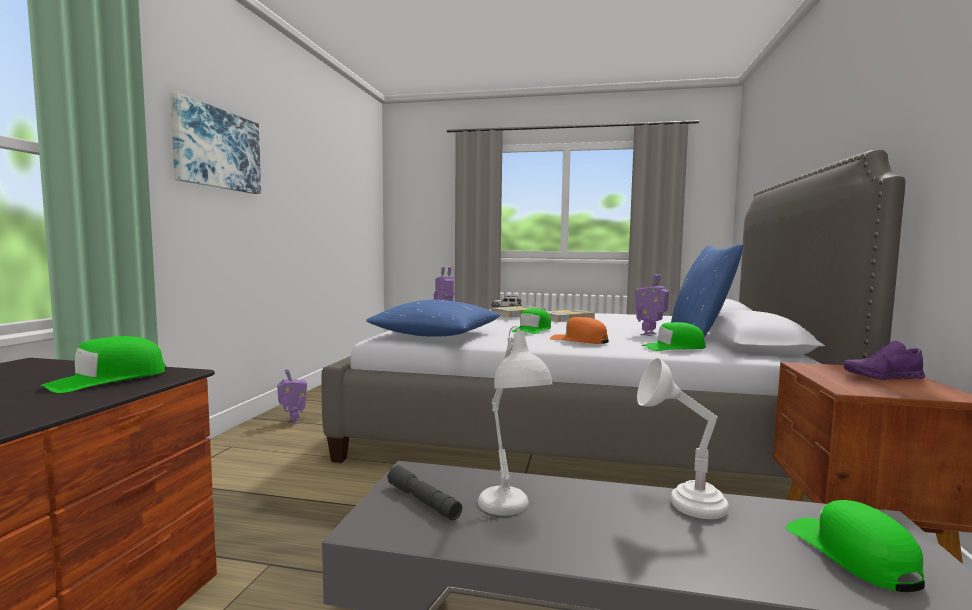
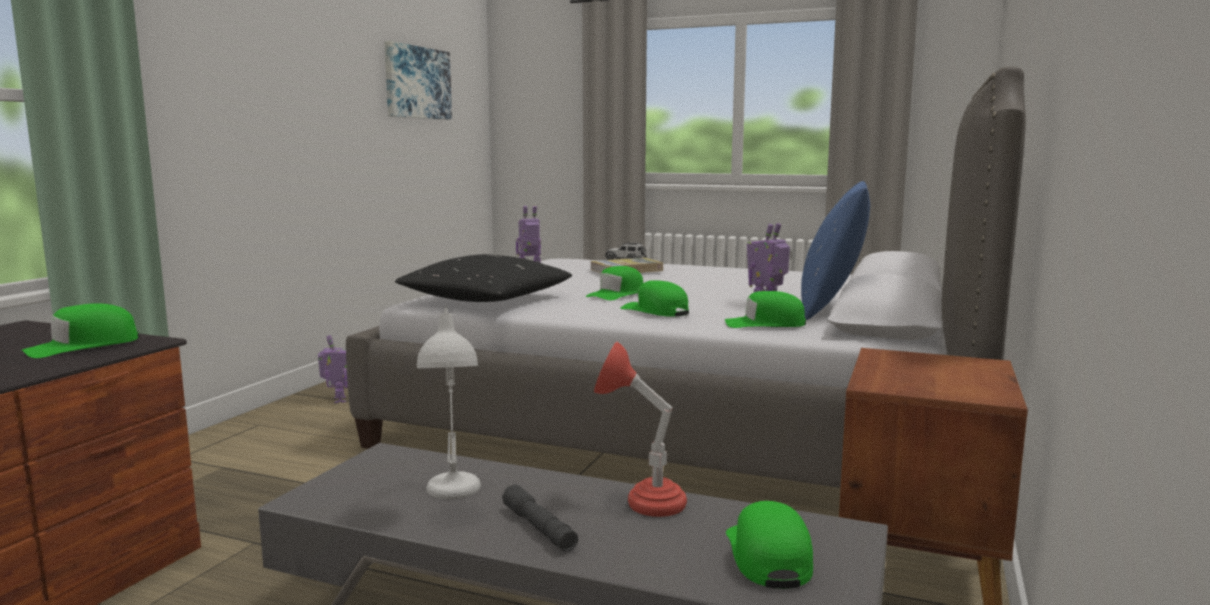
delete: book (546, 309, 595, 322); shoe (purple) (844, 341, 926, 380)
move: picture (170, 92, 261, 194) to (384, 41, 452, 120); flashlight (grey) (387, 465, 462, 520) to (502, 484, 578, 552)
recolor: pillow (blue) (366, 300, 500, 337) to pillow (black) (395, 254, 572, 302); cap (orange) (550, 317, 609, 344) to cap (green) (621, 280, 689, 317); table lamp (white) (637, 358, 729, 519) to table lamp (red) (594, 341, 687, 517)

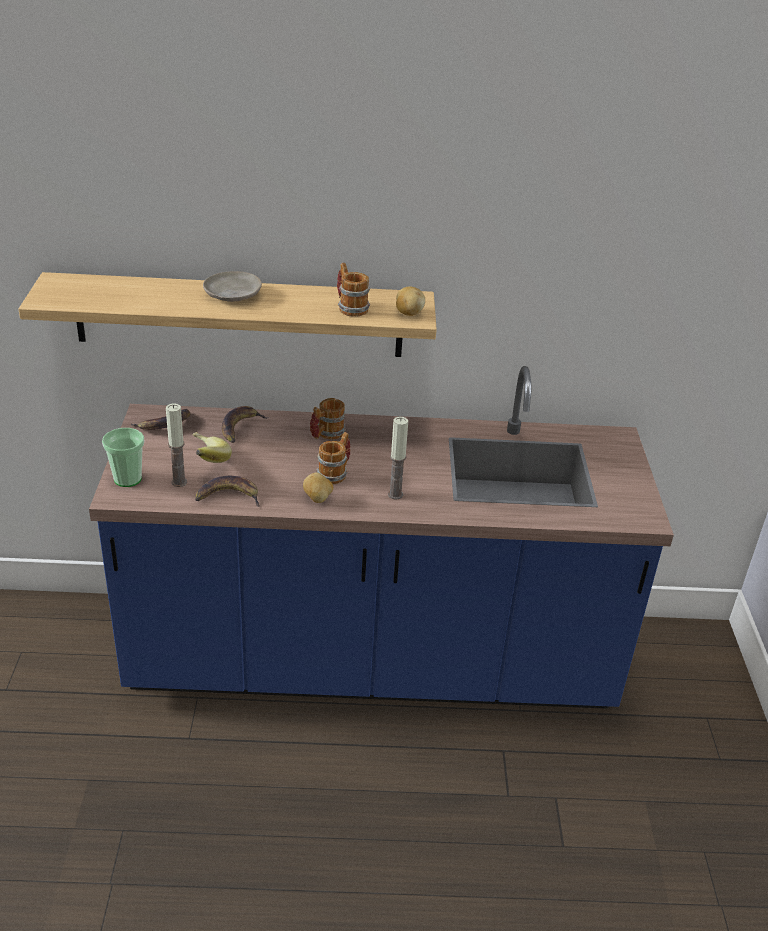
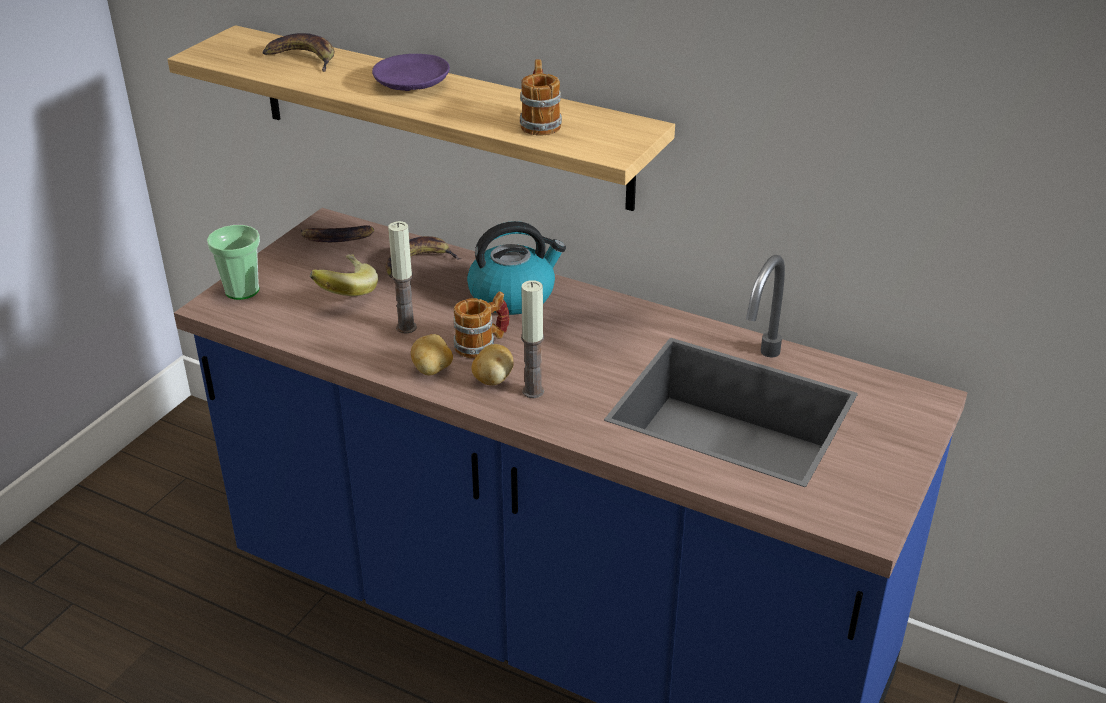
move: candle (166, 404, 187, 487) to (388, 221, 417, 334); banana (195, 476, 260, 507) to (263, 33, 334, 72); potato (396, 287, 425, 316) to (472, 344, 514, 385)
replace: mug (310, 398, 346, 440) to kettle (467, 221, 566, 315)
recolor: plate (beige) (203, 271, 262, 302) to plate (purple) (372, 54, 450, 91)

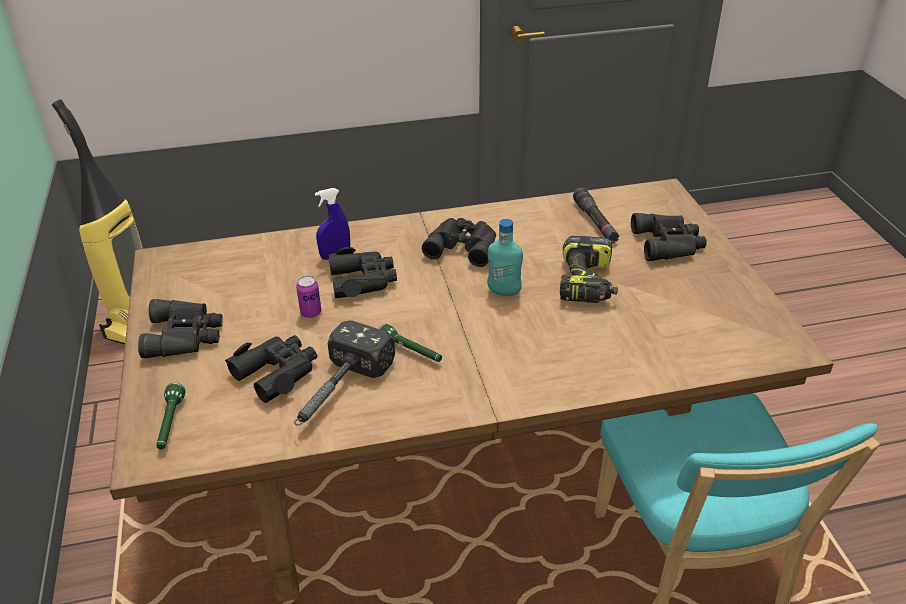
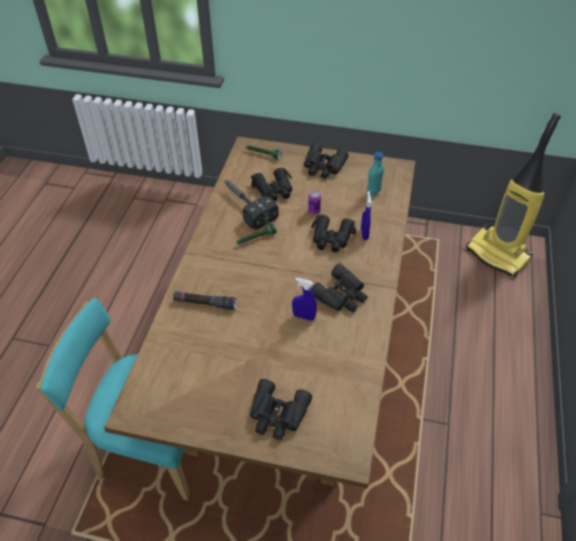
delete: power drill (560, 236, 618, 303)
insert: spray bottle (blue) (292, 278, 317, 321)
move: bottle (turquoise) (487, 219, 523, 296) to (367, 152, 384, 196); flashlight (black) (573, 188, 619, 243) to (173, 291, 237, 310)

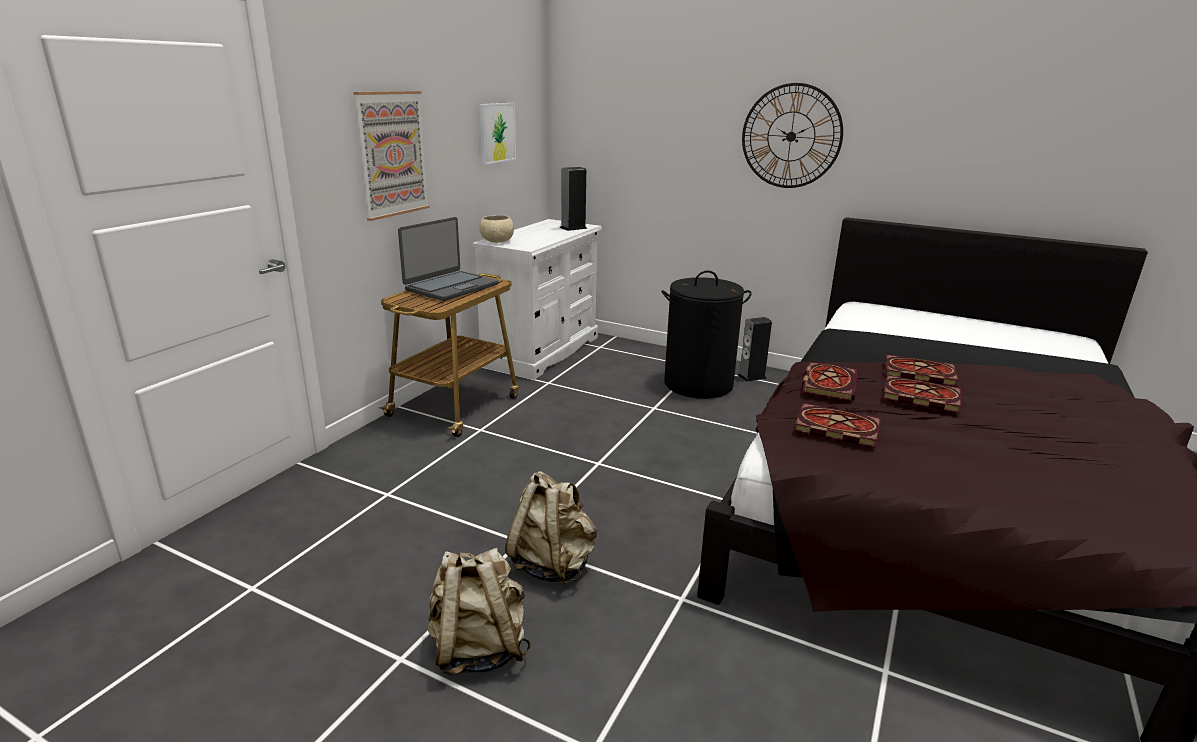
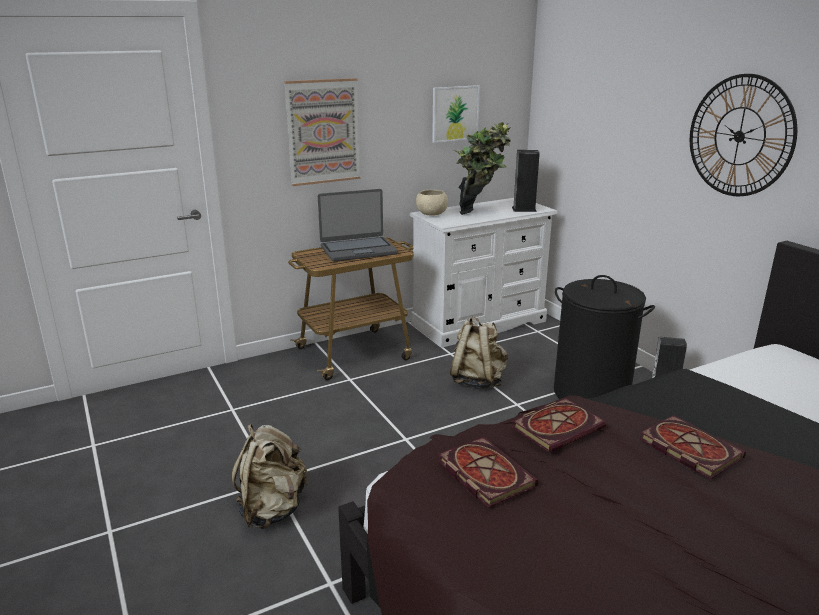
delete: book (882, 375, 961, 413)
insert: potted plant (454, 122, 511, 215)
move: backpack (beige) (427, 548, 531, 676) to (450, 317, 508, 388)

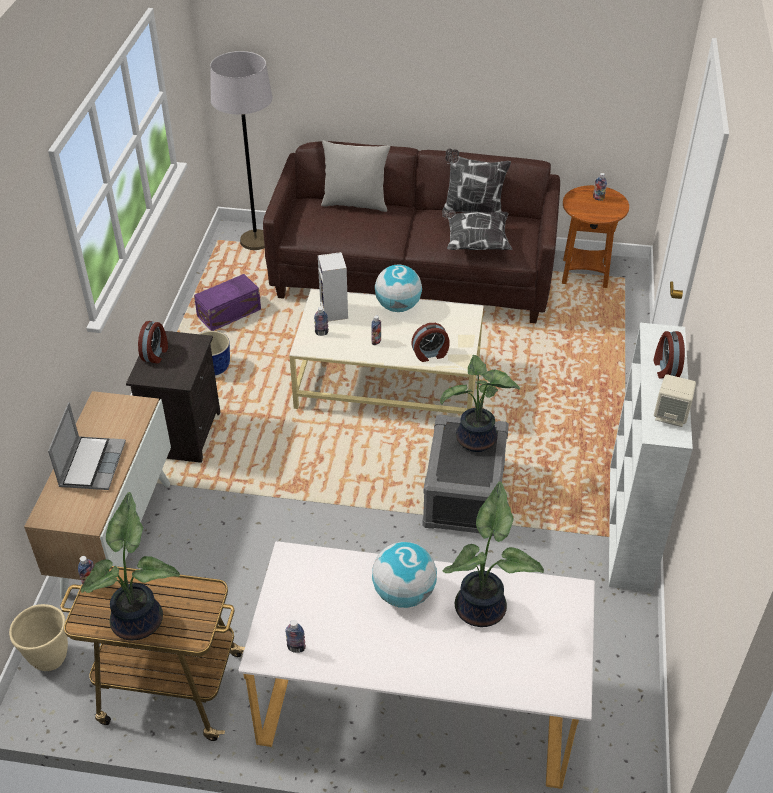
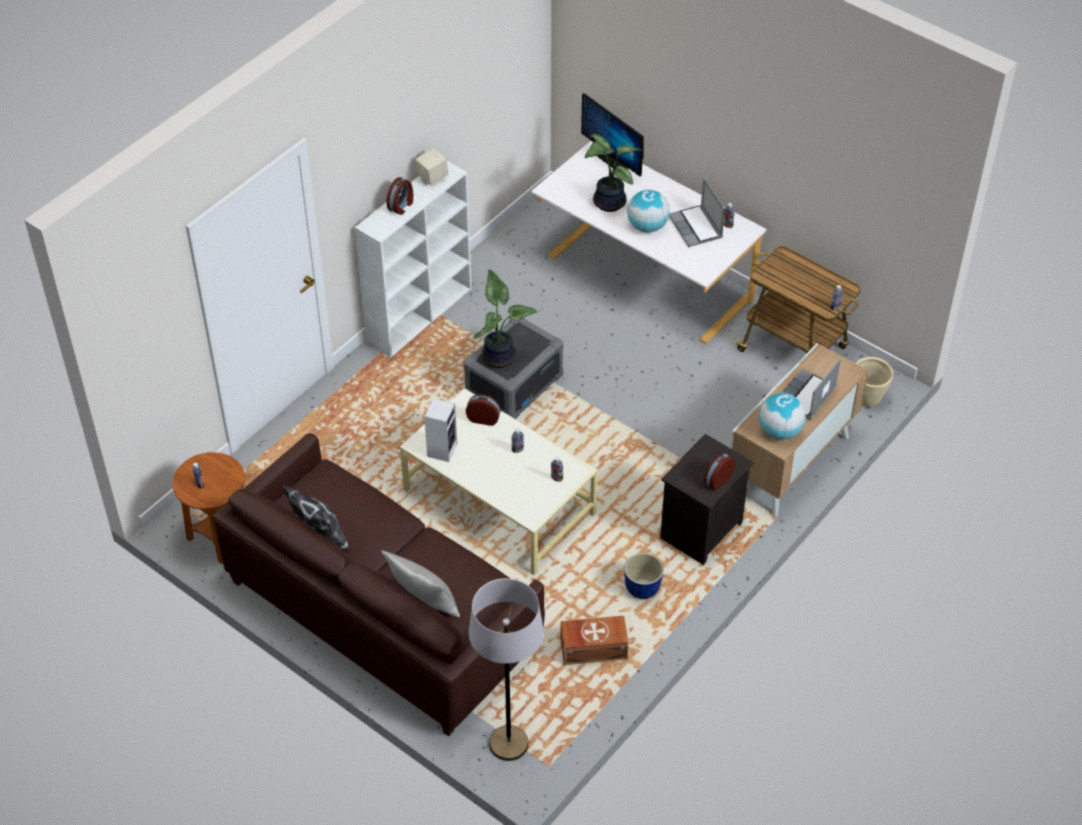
delete: potted plant (81, 492, 180, 640); pillow (442, 210, 512, 250)
insert: monitor (581, 93, 644, 176); laptop (669, 178, 725, 247)
move: speaker (318, 252, 348, 321) to (424, 398, 457, 462); globe (375, 265, 422, 312) to (759, 393, 806, 440)
recolor: storage box (purple) (194, 274, 261, 331) to storage box (brown) (560, 616, 629, 665)

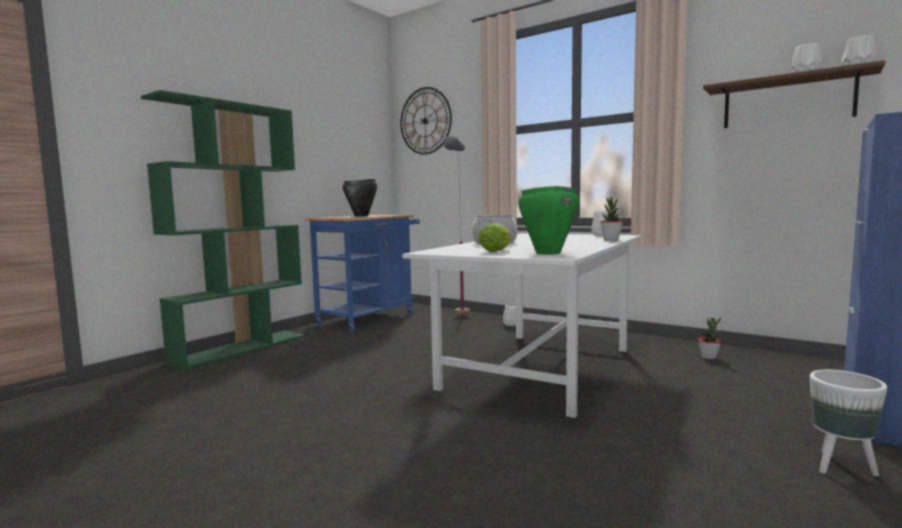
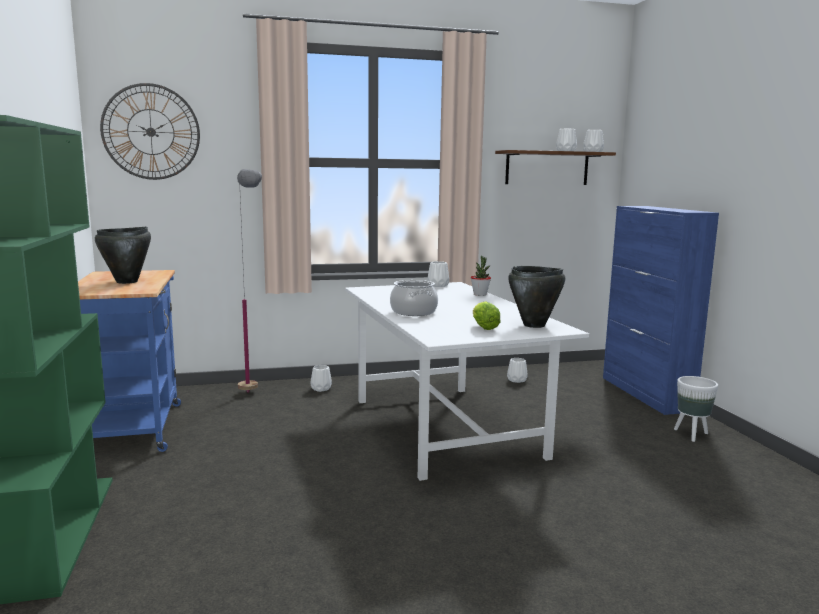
replace: potted plant (698, 318, 721, 359) to vase (white) (507, 358, 528, 383)
recolor: cooking pot (green) (518, 186, 579, 255) to cooking pot (black) (508, 266, 565, 328)

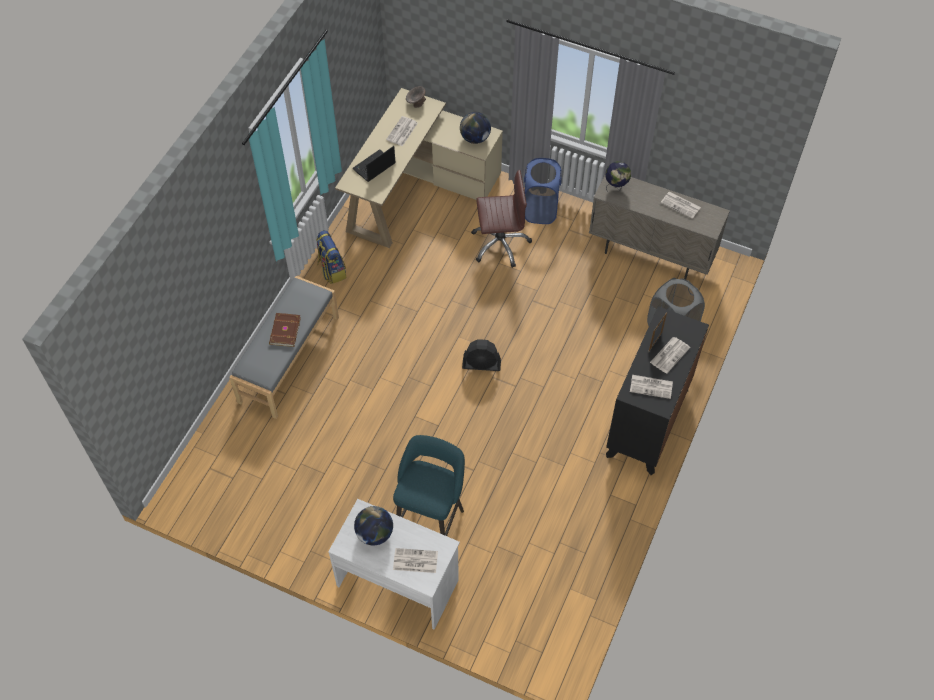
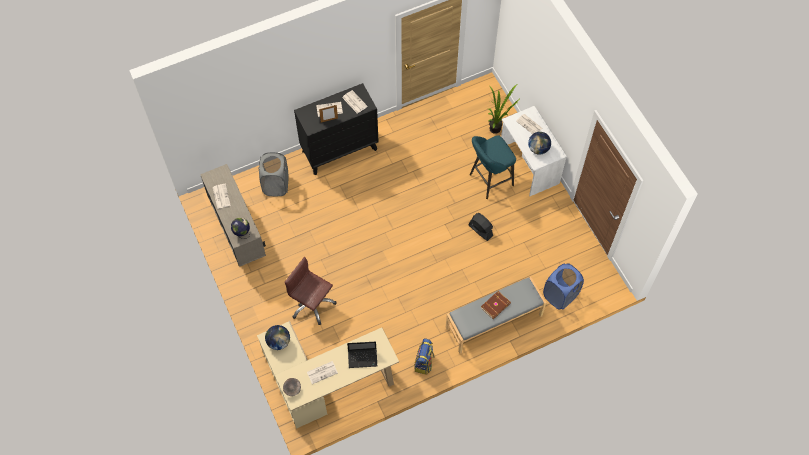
insert: potted plant (488, 85, 519, 134)
move: fan (black) (462, 339, 501, 371) to (469, 213, 493, 241); laundry basket (blue) (524, 158, 562, 224) to (543, 263, 584, 310)

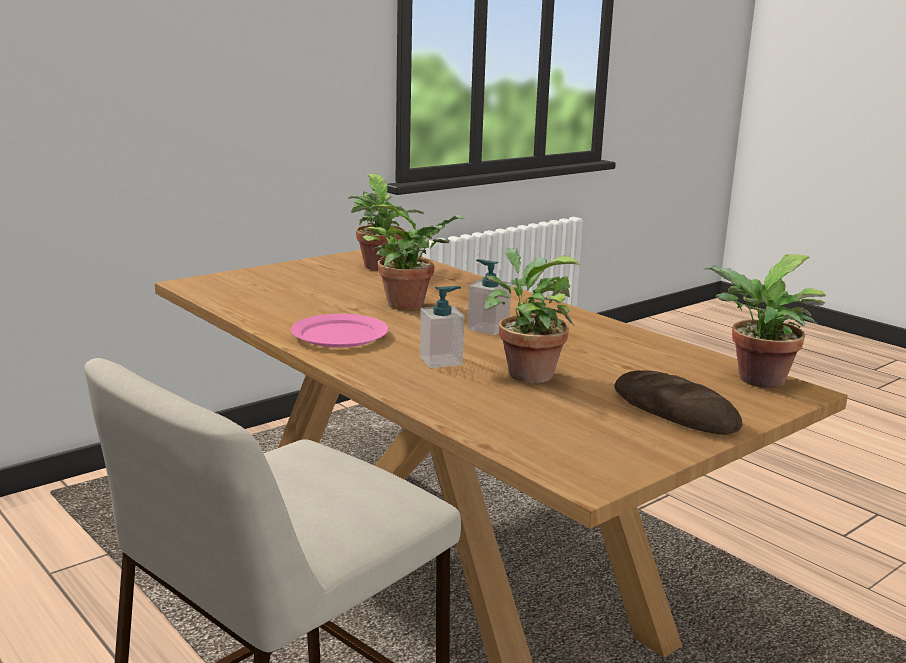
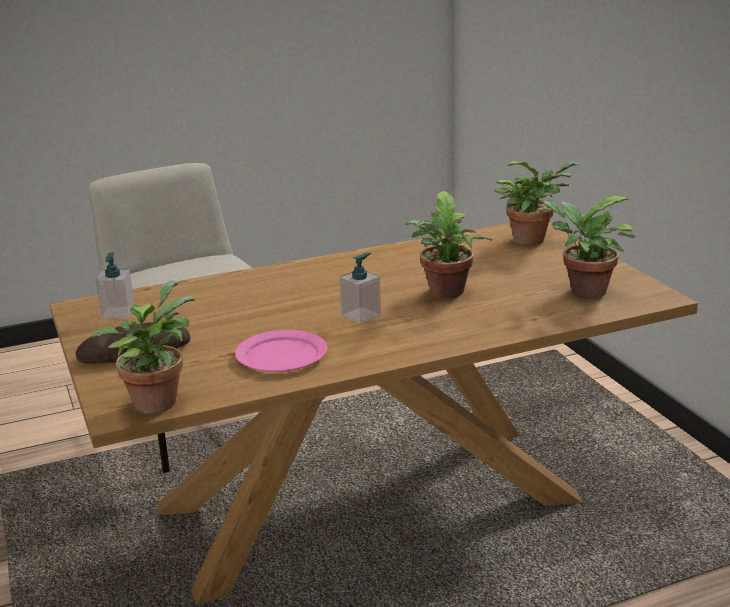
move: plate (pink) (291, 314, 388, 348) to (235, 330, 328, 372); soap dispenser (420, 286, 464, 368) to (96, 252, 134, 318); potted plant (484, 248, 580, 383) to (494, 161, 581, 246)

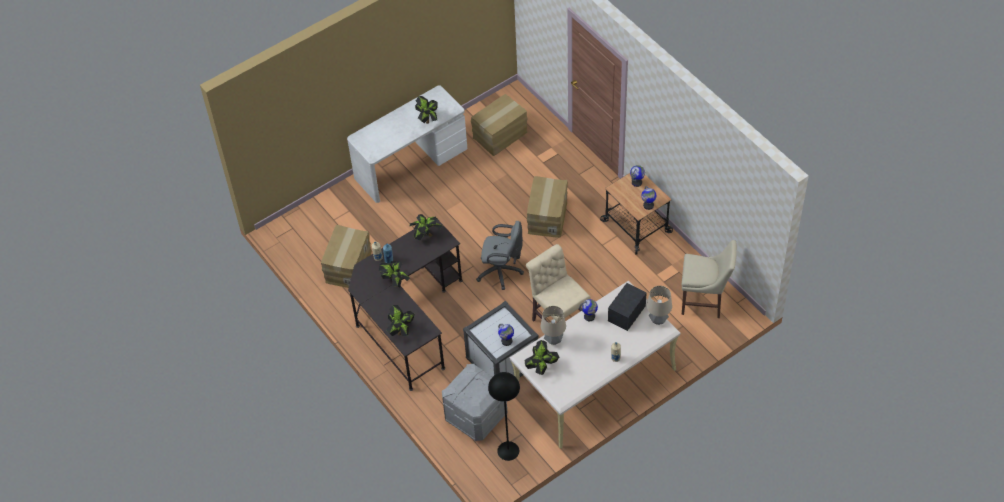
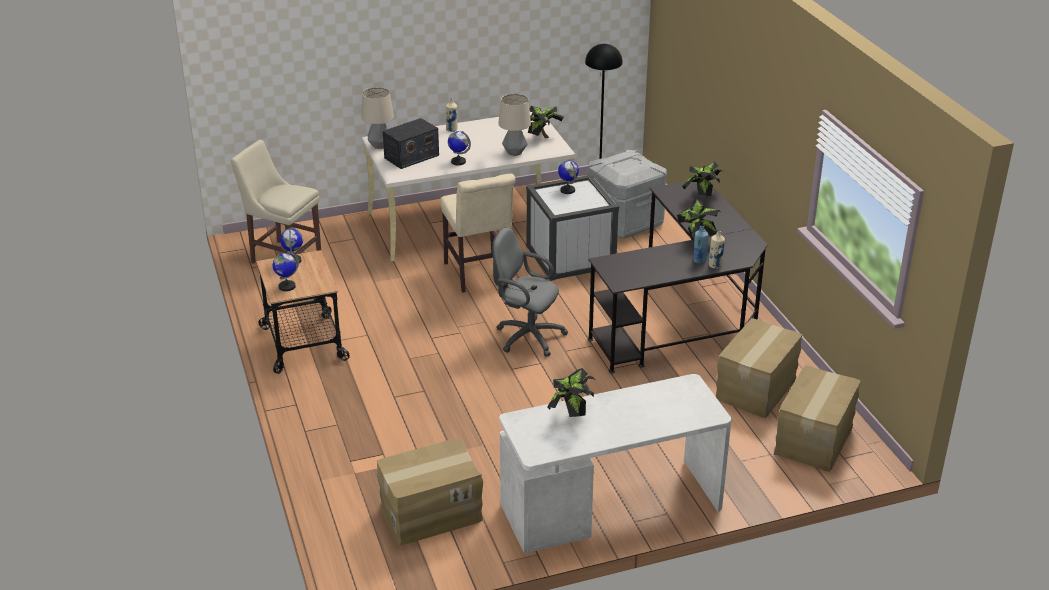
delete: potted plant (409, 214, 442, 240)
move: cardboard box (527, 176, 568, 238) to (774, 365, 860, 472)

